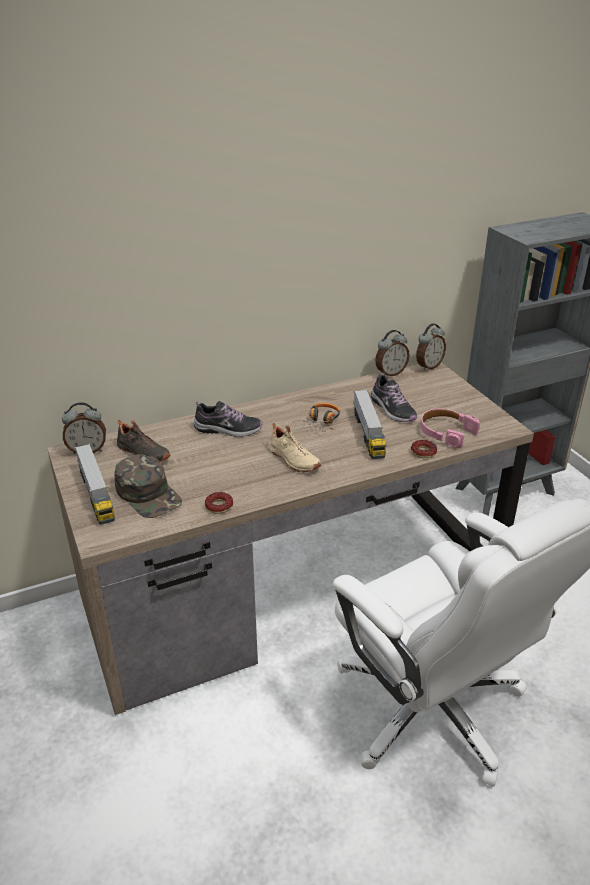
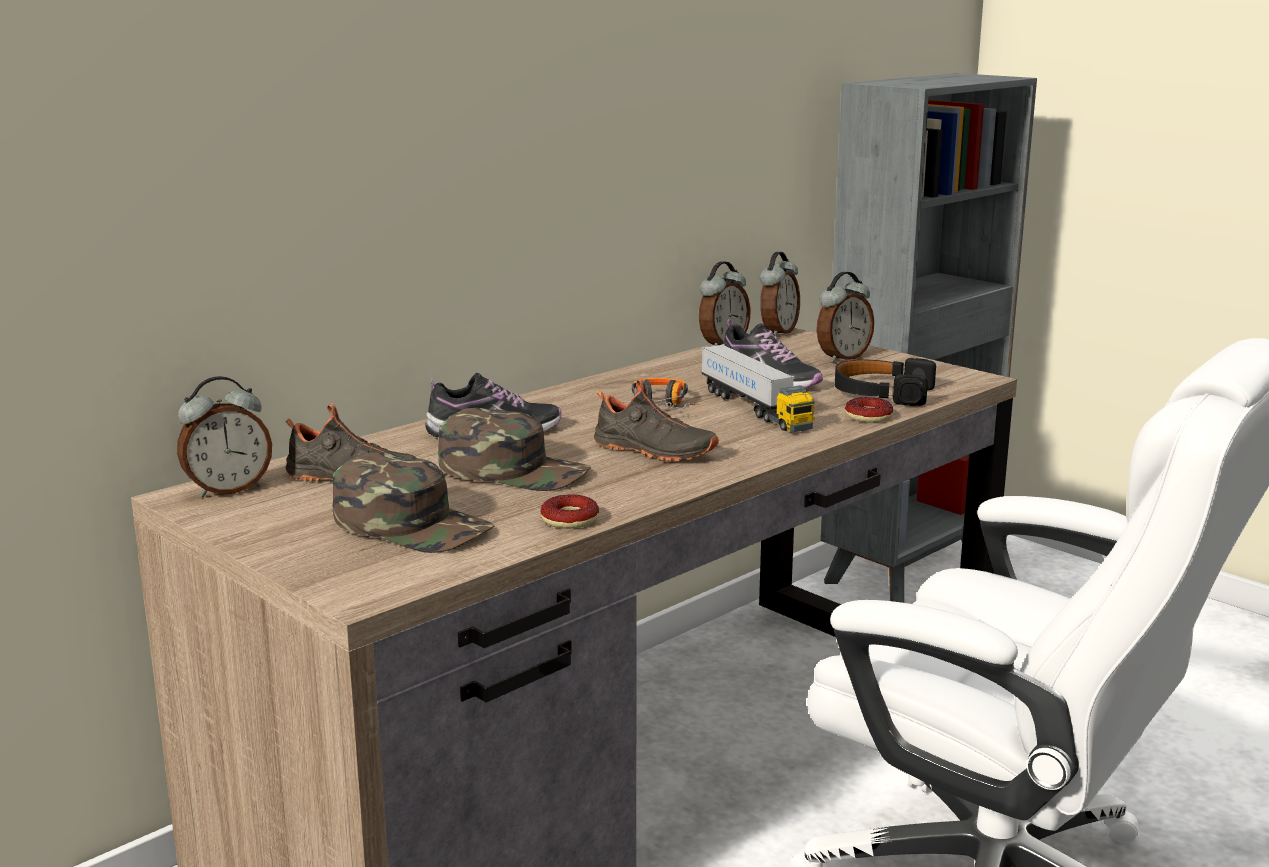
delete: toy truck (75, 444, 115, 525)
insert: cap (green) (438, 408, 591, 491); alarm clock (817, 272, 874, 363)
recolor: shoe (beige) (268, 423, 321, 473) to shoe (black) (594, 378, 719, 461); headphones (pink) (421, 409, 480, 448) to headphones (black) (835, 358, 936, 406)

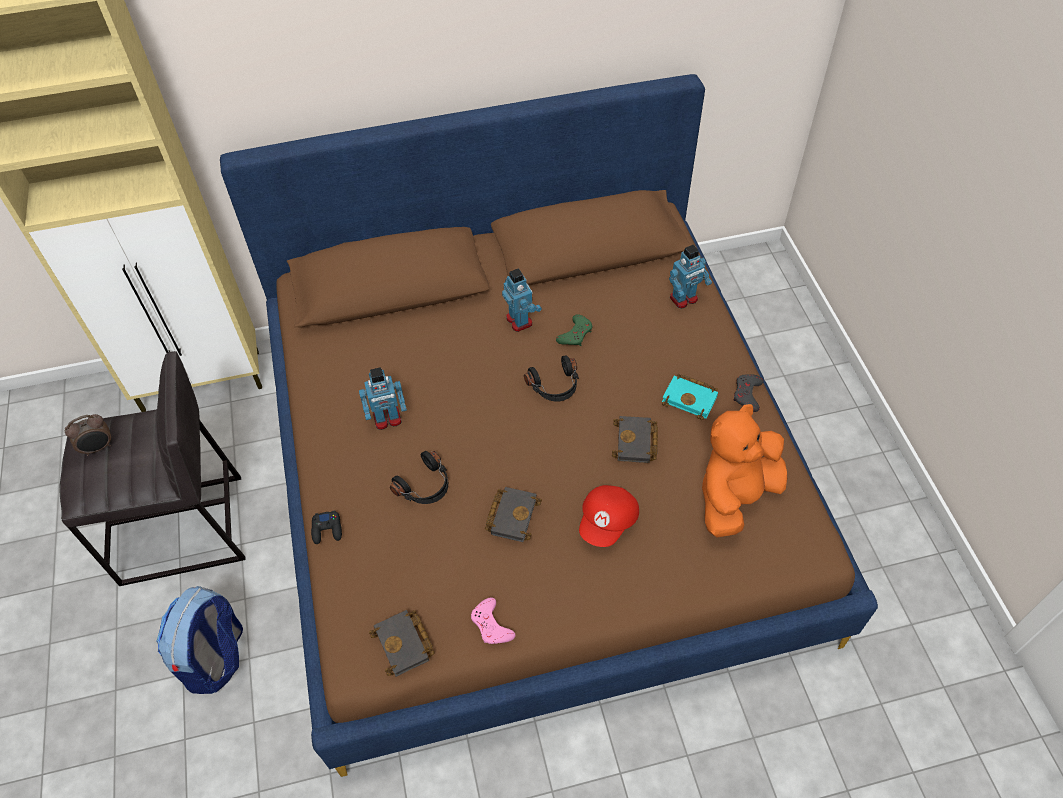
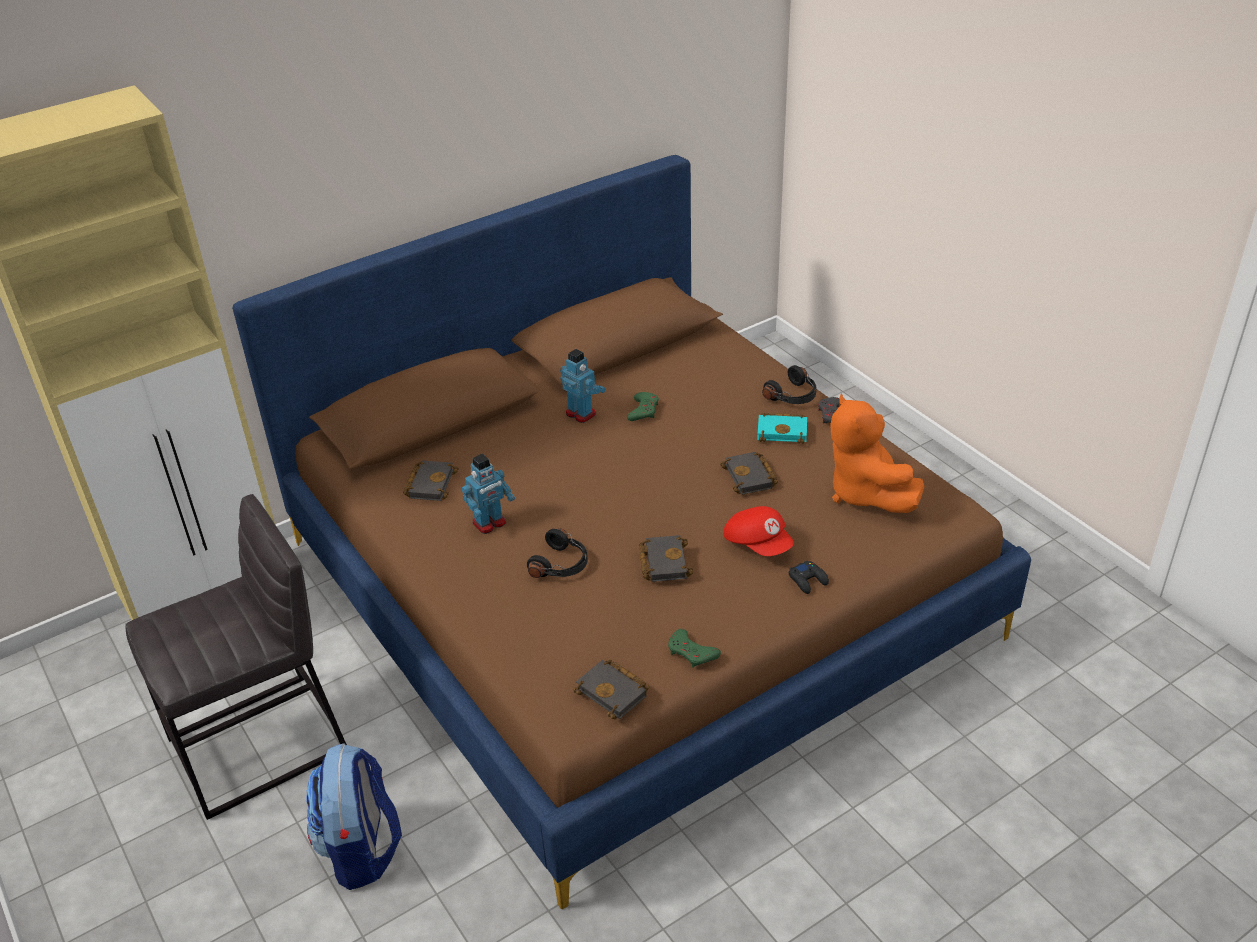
delete: alarm clock (65, 414, 111, 456); toy robot (669, 245, 712, 308)
insert: book (black) (403, 461, 459, 501)
move: game controller (black) (311, 510, 342, 544) to (789, 561, 829, 594); headphones (black) (524, 355, 579, 402) to (762, 365, 816, 404)
recolor: game controller (pink) (471, 597, 515, 644) to game controller (green) (668, 629, 721, 668)
rotate: cap (red) (579, 485, 639, 547) = (724, 506, 794, 556) 45 degrees counterclockwise; plush toy (orange) (702, 404, 787, 538) = (830, 393, 925, 513) 45 degrees counterclockwise

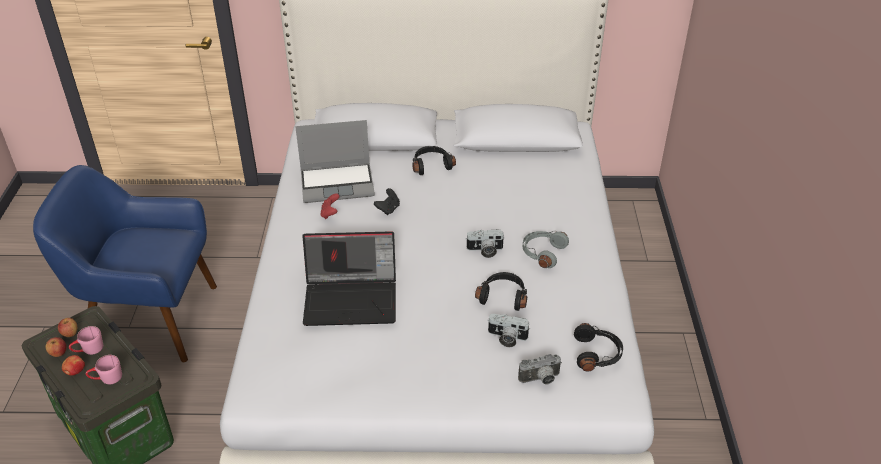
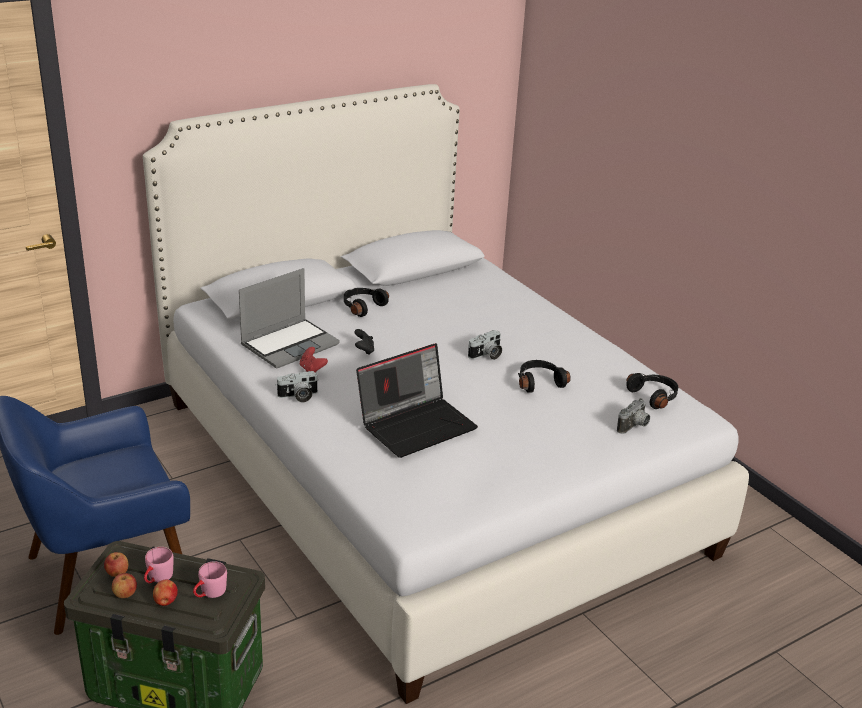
delete: headphones (grey) (523, 231, 569, 268)
move: photo camera (487, 314, 530, 347) to (276, 371, 319, 402)

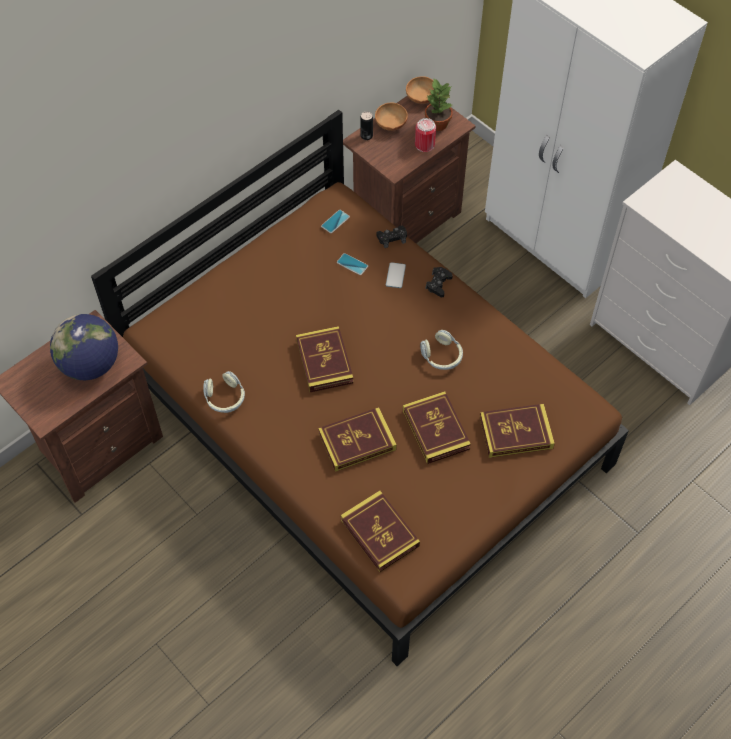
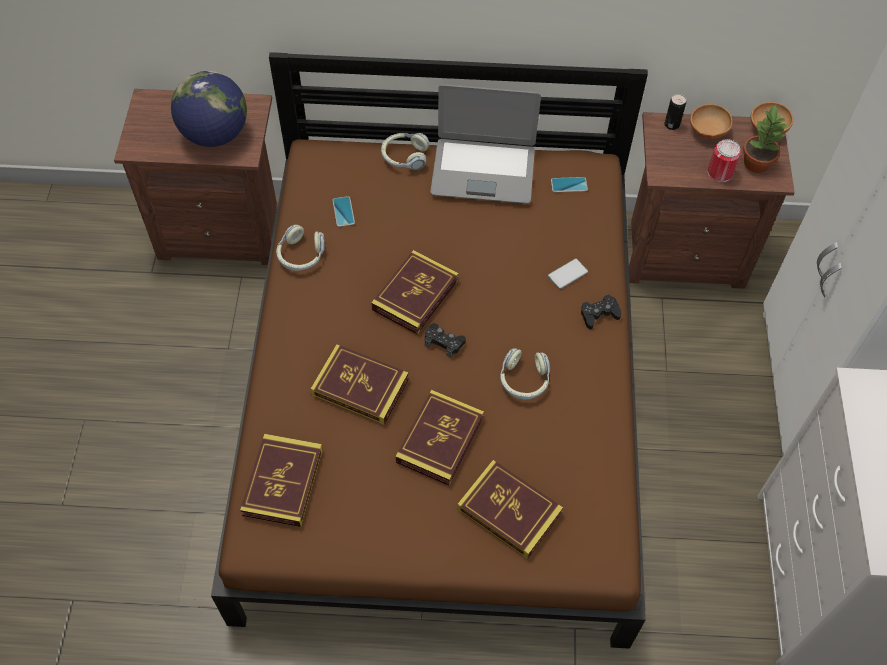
insert: headphones (381, 133, 429, 170); laptop (430, 84, 541, 204)
move: phone (337, 253, 368, 275) to (333, 196, 355, 227); game controller (black) (376, 226, 407, 248) to (425, 323, 466, 358)

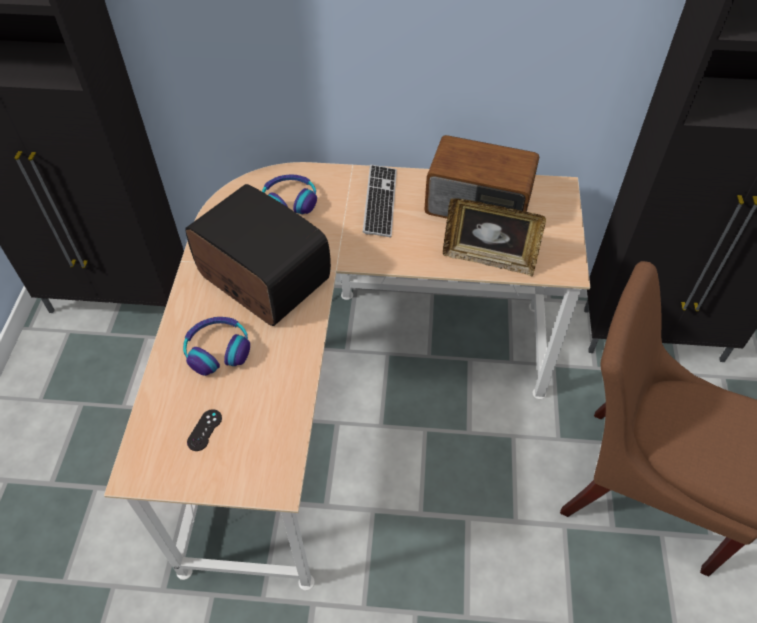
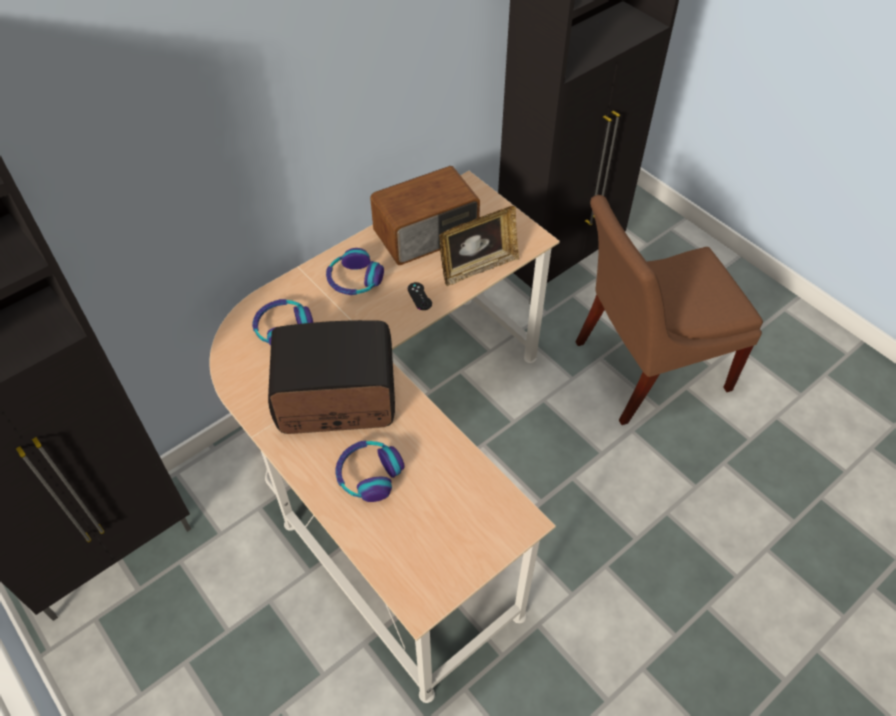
move: game controller (black) (187, 409, 222, 451) to (408, 282, 432, 310)
replace: keyboard (363, 165, 397, 237) to headphones (326, 248, 384, 295)

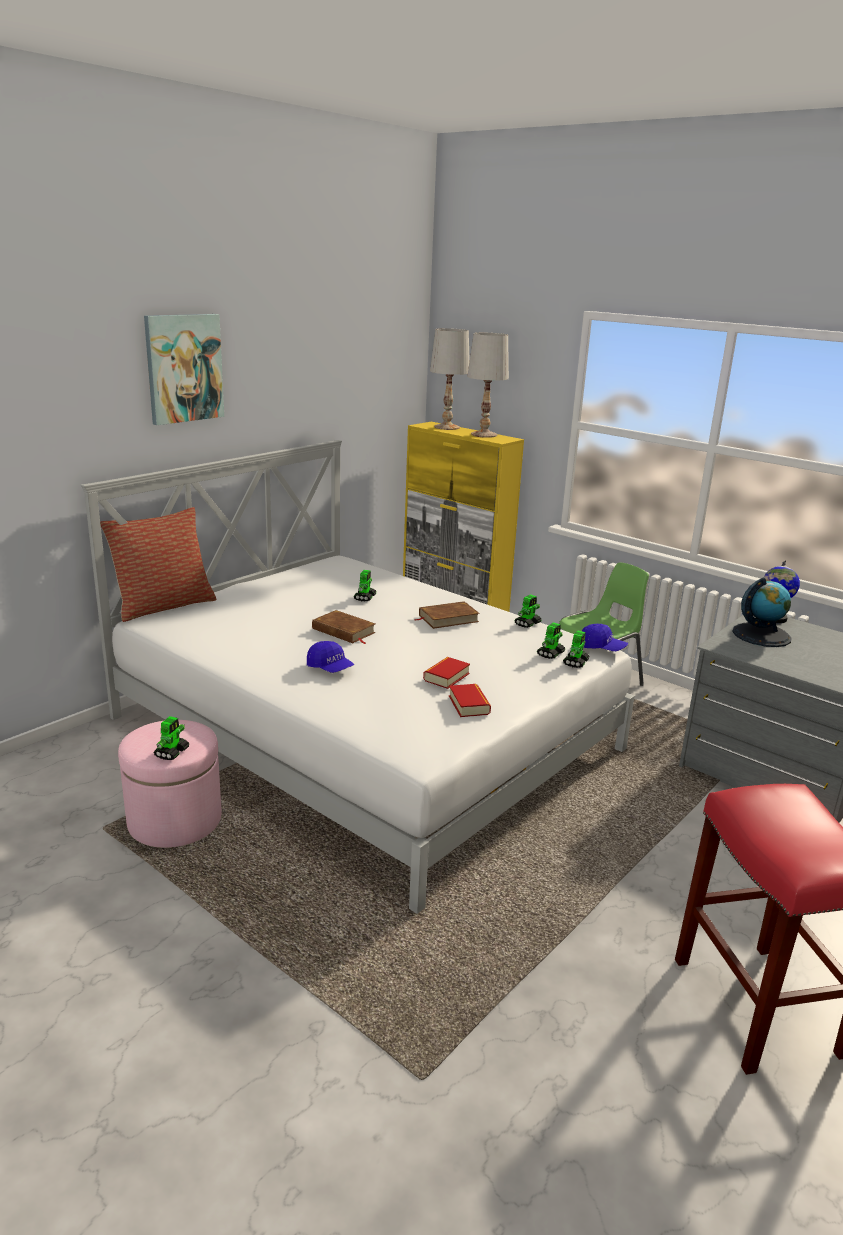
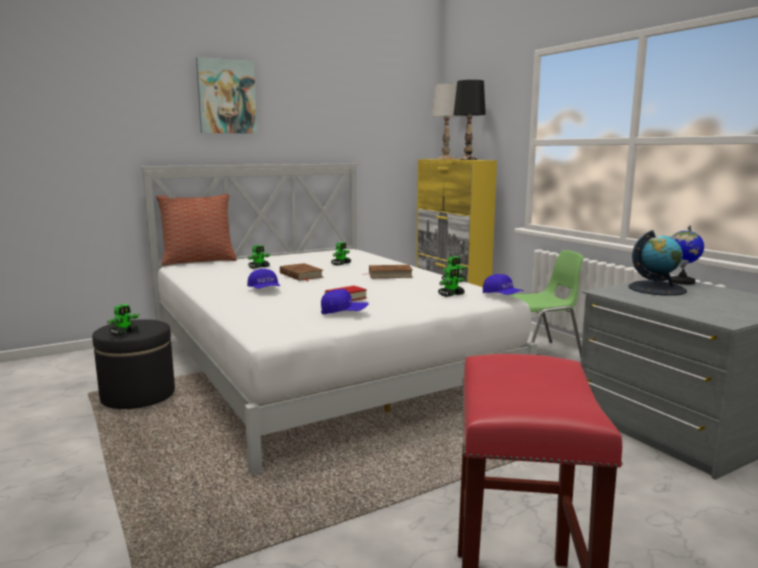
move: toy robot (563, 630, 590, 668) to (247, 245, 271, 269)
replace: book (449, 684, 491, 717) to cap (blue) (321, 289, 369, 314)
recolor: ottoman (pink) (118, 720, 222, 848) to ottoman (black) (92, 319, 175, 409); table lamp (white) (467, 333, 509, 438) to table lamp (black) (453, 80, 486, 160)

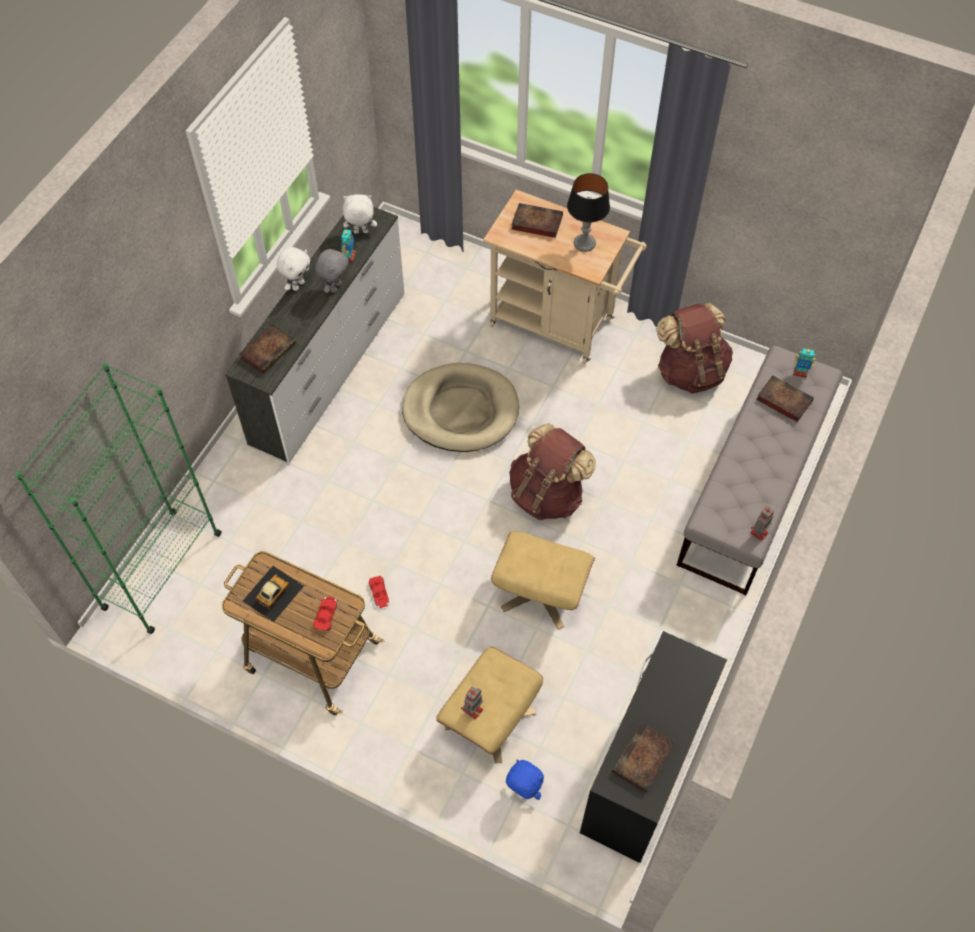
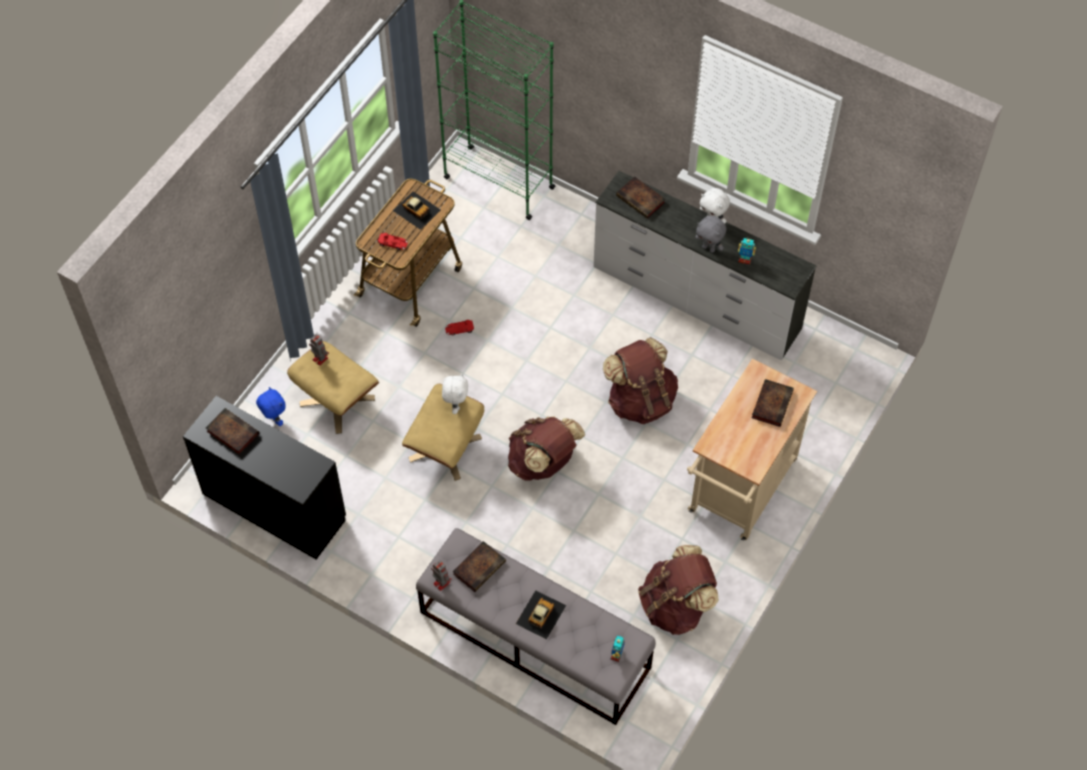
delete: table lamp (567, 173, 610, 252)
insert: toy car (516, 590, 566, 639)
move: plush toy (white) (343, 194, 377, 234) to (442, 373, 468, 414); book (756, 375, 814, 422) to (453, 541, 506, 592)
replace: dog bed (beige) (402, 363, 519, 452) to backpack (brown) (603, 337, 678, 424)
rotate: plush toy (blue) (506, 760, 544, 800) = (256, 387, 286, 426) 75 degrees counterclockwise

